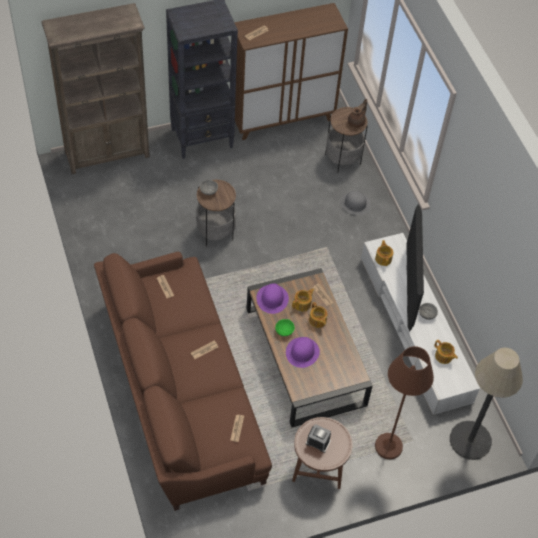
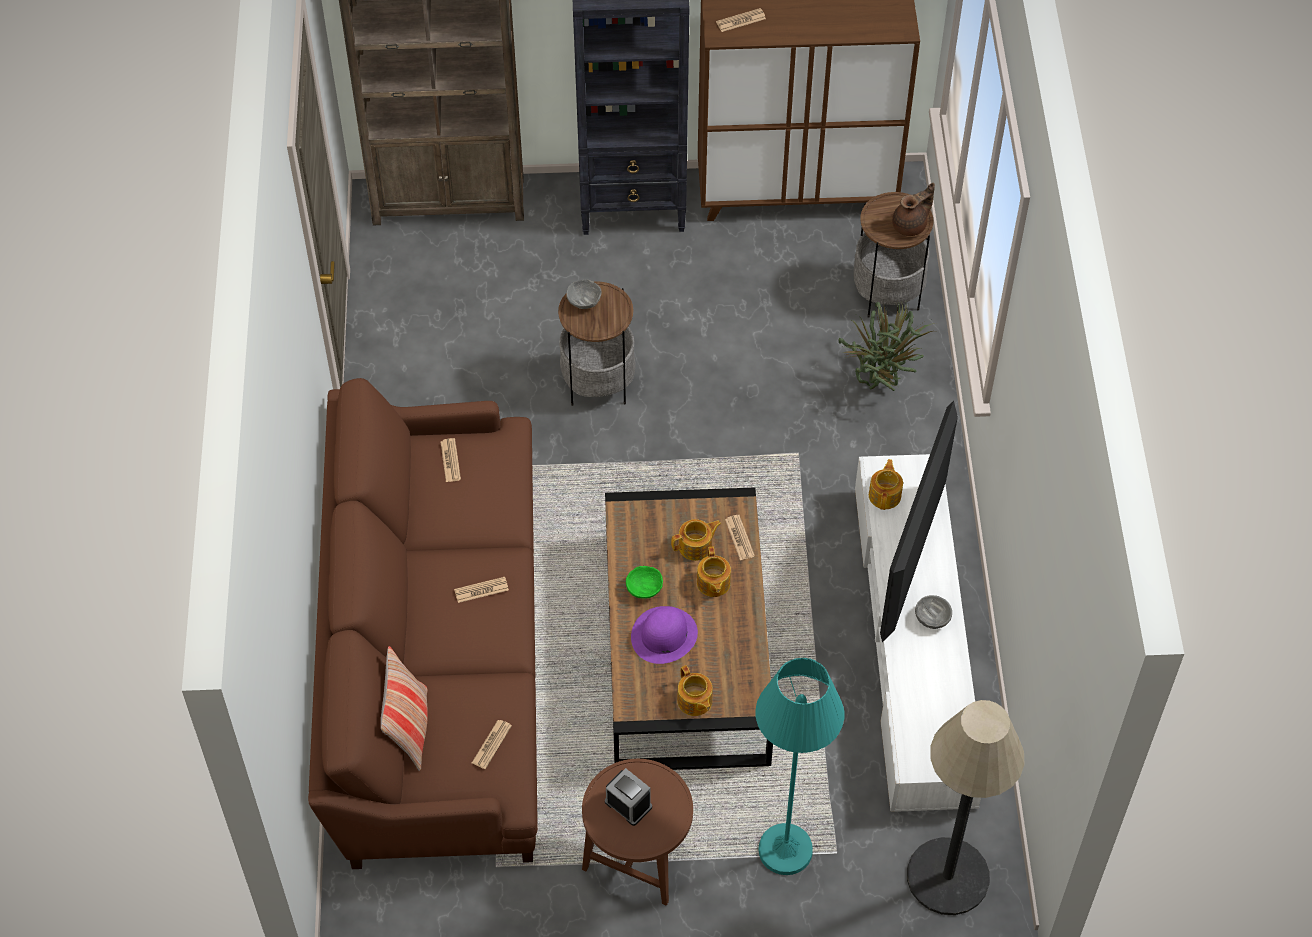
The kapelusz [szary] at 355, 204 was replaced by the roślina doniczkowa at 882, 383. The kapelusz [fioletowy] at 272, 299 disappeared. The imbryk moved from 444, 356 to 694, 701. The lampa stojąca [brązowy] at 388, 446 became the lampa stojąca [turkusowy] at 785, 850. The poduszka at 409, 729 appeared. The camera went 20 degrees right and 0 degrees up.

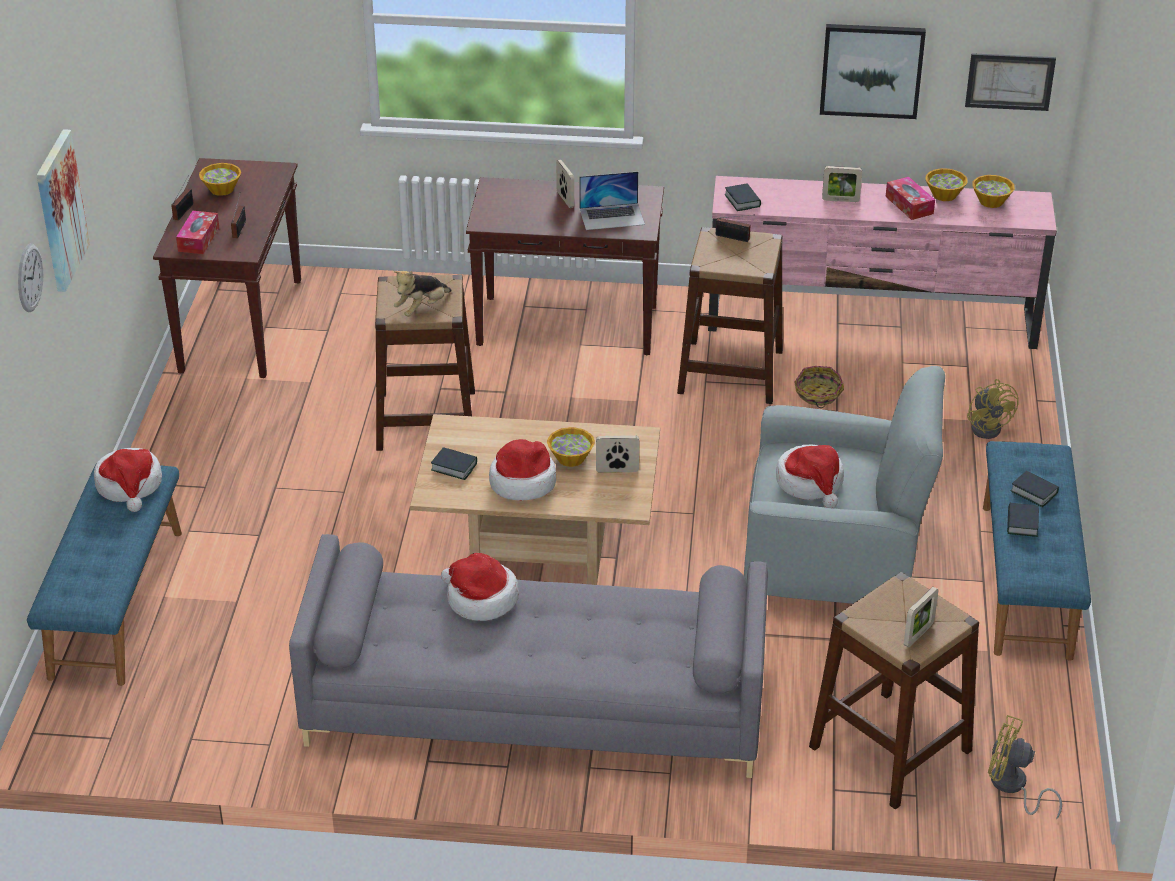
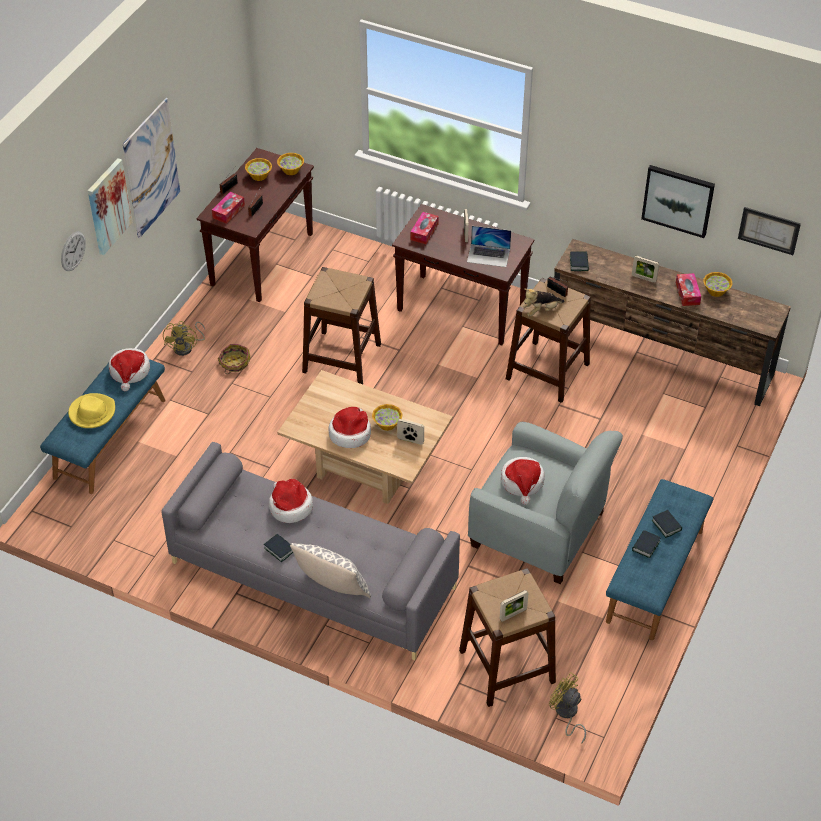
The miska moved from 991, 201 to 291, 170. The szafka pod telewizor [różowy] at 872, 320 became the szafka pod telewizor [brązowy] at 661, 356. The pluszak moved from 422, 308 to 541, 310. The koszyk moved from 818, 395 to 234, 363. The wentylator [żółty] moved from 988, 427 to 186, 347. The książka moved from 454, 467 to 279, 549. The obraz at 151, 168 appeared. The pudełko chusteczek at 424, 232 appeared. The kapelusz [żółty] at 92, 412 appeared. The poduszka at 333, 590 appeared. The camera went 20 degrees right and 10 degrees up.

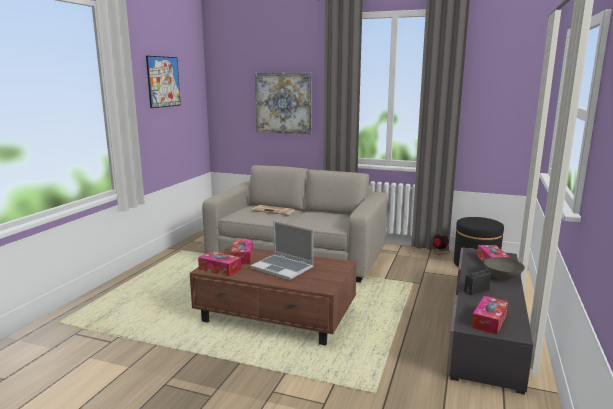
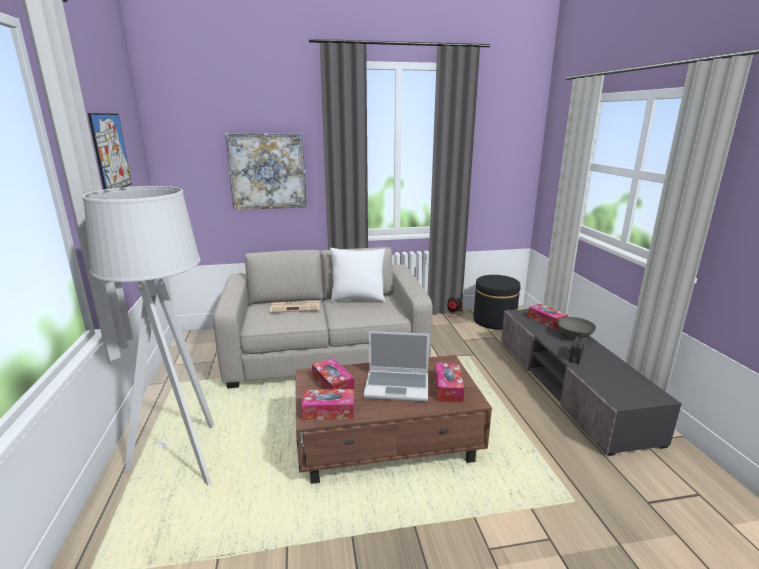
The pudełko chusteczek moved from 489, 321 to 448, 388. The lampa stojąca [szary] at 184, 458 appeared. The poduszka [biały] at 358, 299 appeared. The camera went 30 degrees left and 5 degrees up.

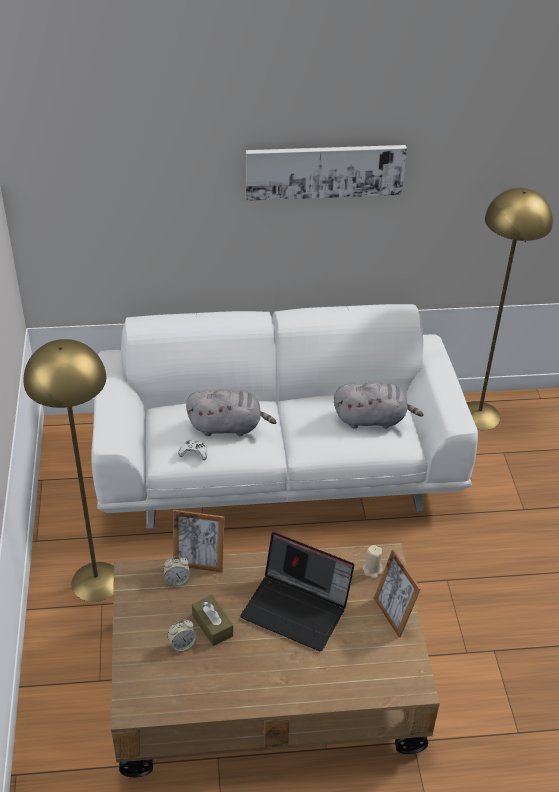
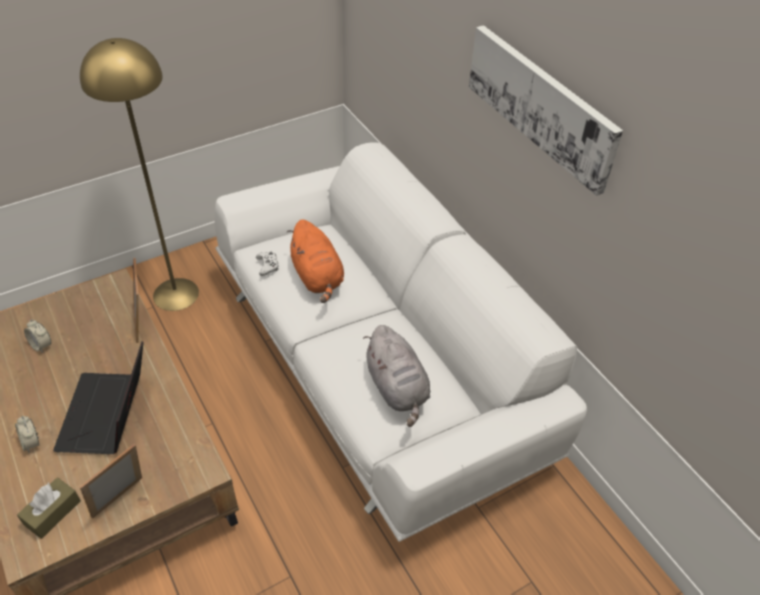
The lampa stojąca [żółty] at 479, 415 disappeared. The pluszak [szary] at 228, 427 became the pluszak [pomarańczowy] at 317, 277. The świeca [beżowy] at 372, 570 disappeared. The budzik moved from 177, 580 to 31, 442. The pudełko chusteczek [brązowy] moved from 212, 626 to 52, 512. The camera went 65 degrees right and 5 degrees up.

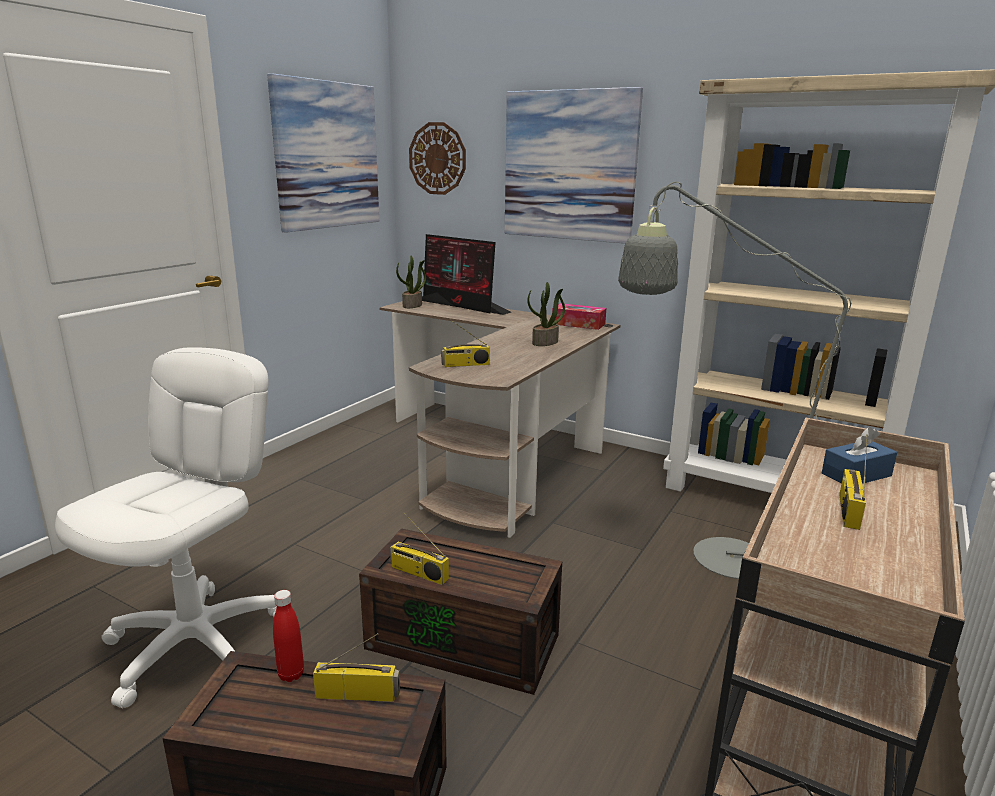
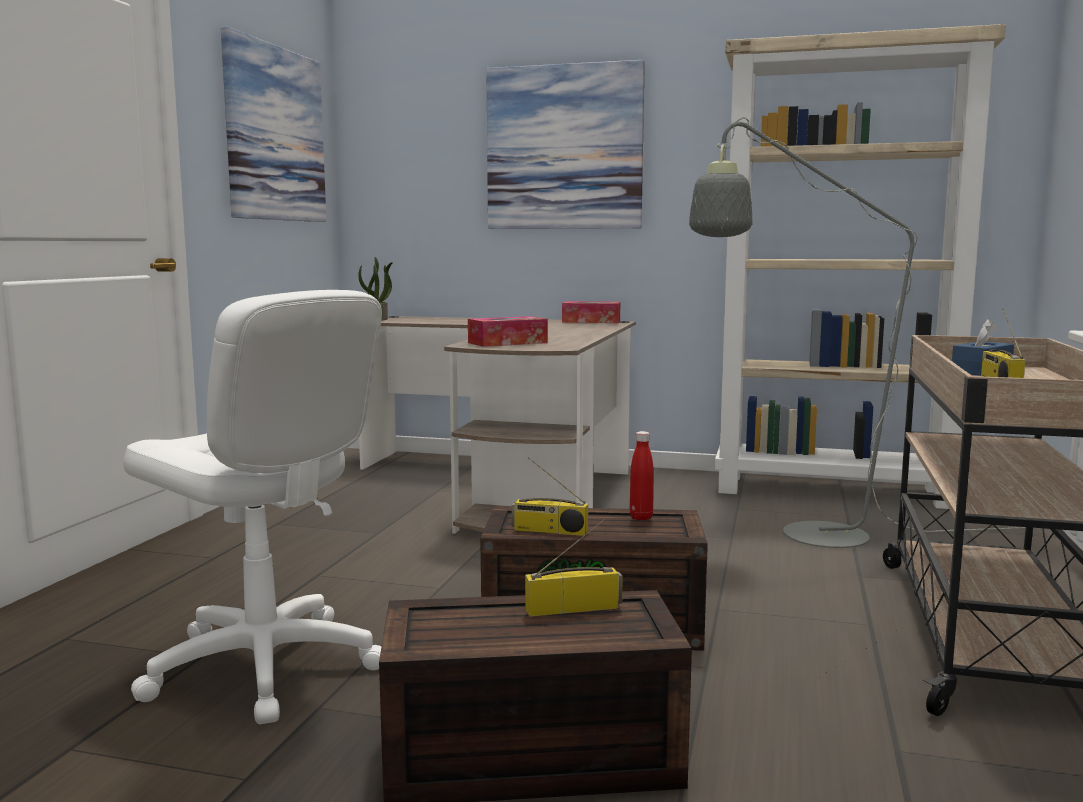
The zegar ścienny at 437, 158 disappeared. The monitor at 461, 306 disappeared. The roślina doniczkowa at 545, 342 disappeared. The radio at 465, 365 was replaced by the pudełko chusteczek at 507, 343. The krzesło biurowe [biały] at 196, 645 turned 120 degrees clockwise. The butelka [czerwony] moved from 291, 674 to 641, 517. The camera went 15 degrees left and 10 degrees down.

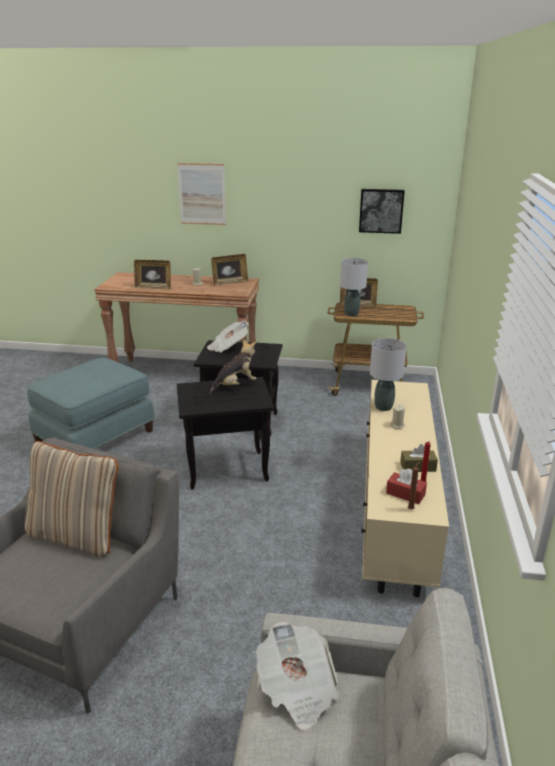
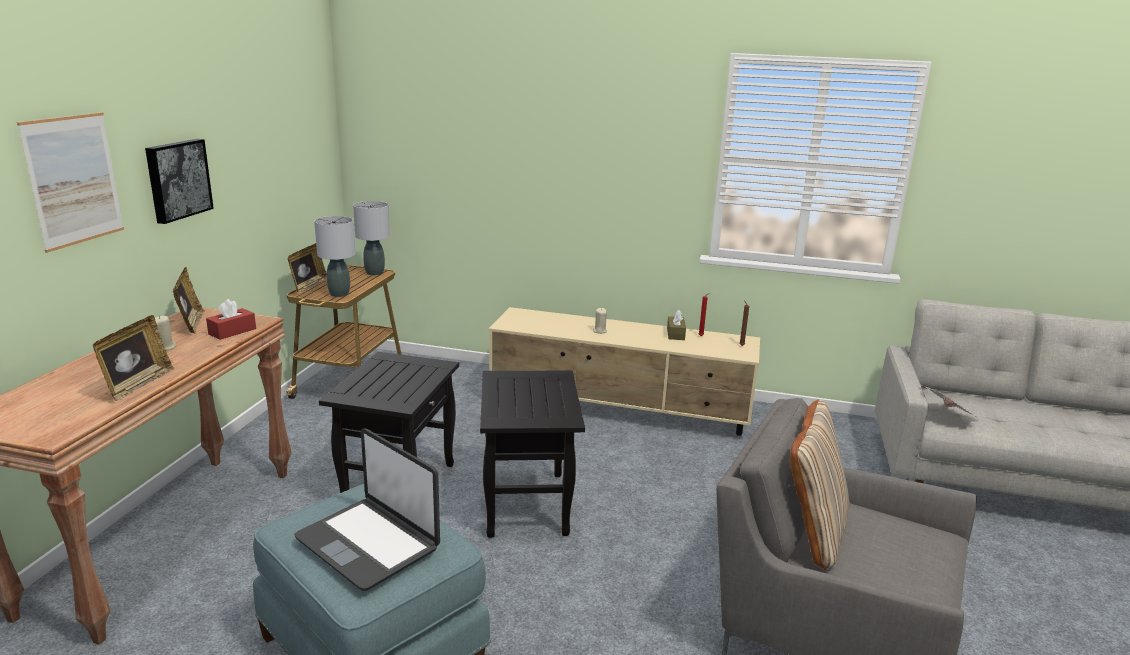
The obraz moved from 381, 210 to 177, 179. The gazeta at 228, 347 disappeared. The lampa stołowa [szary] moved from 383, 407 to 374, 273. The pluszak at 235, 385 disappeared. The pudełko chusteczek [czerwony] moved from 405, 494 to 232, 331. The laptop at 369, 543 appeared. The camera went 85 degrees left and 5 degrees down.

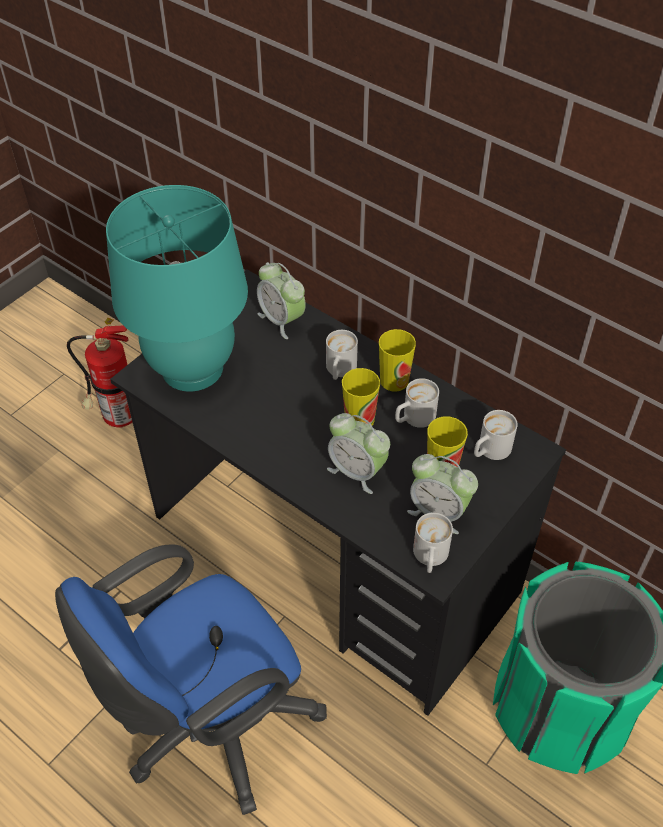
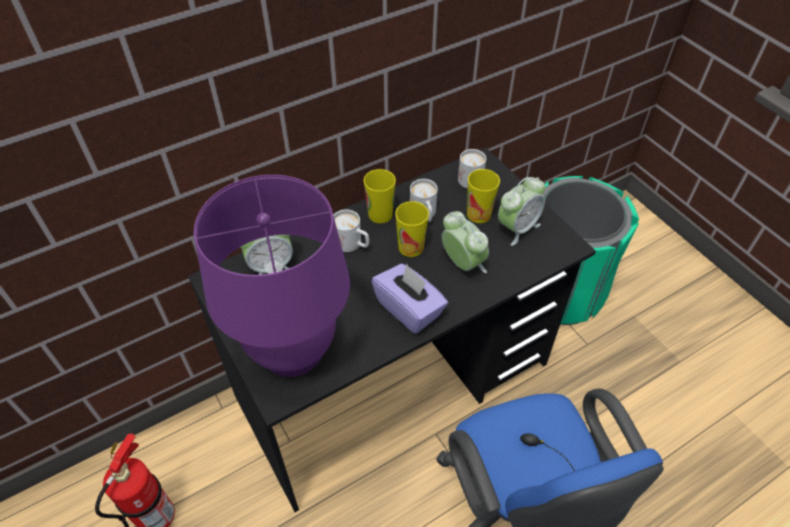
The lampa stołowa [turkusowy] at 192, 368 became the lampa stołowa [fioletowy] at 292, 349. The budzik at 357, 471 turned 90 degrees counterclockwise. The kubek [biały] at 430, 558 disappeared. The pudełko chusteczek [fioletowy] at 409, 309 appeared. The camera went 70 degrees left and 0 degrees up.

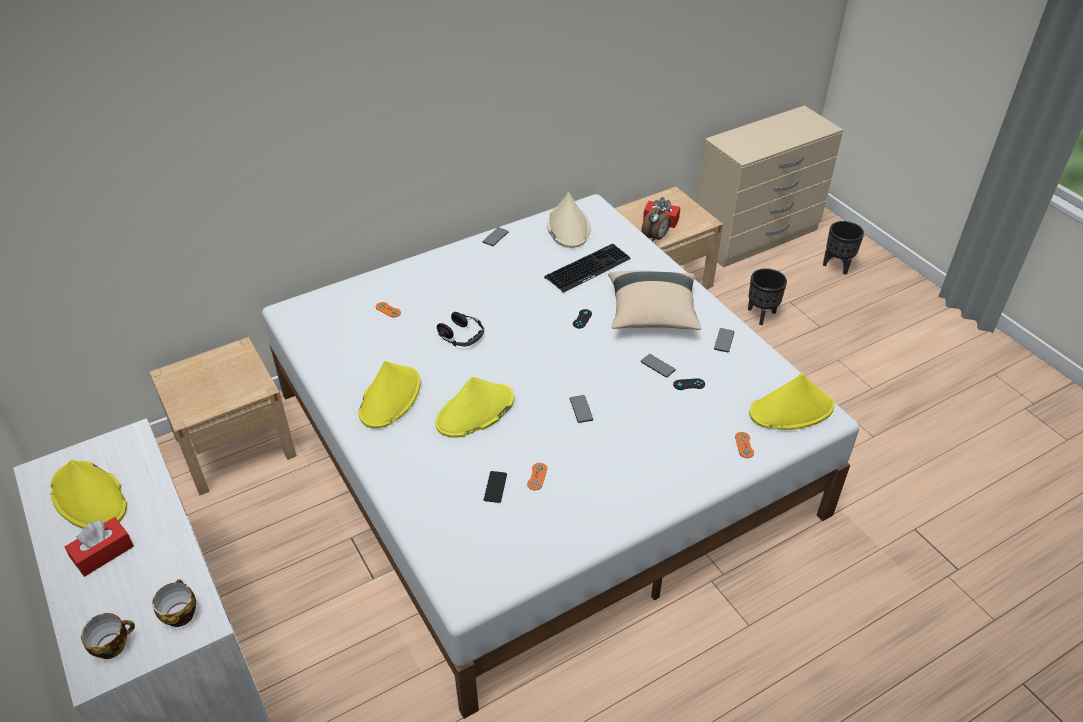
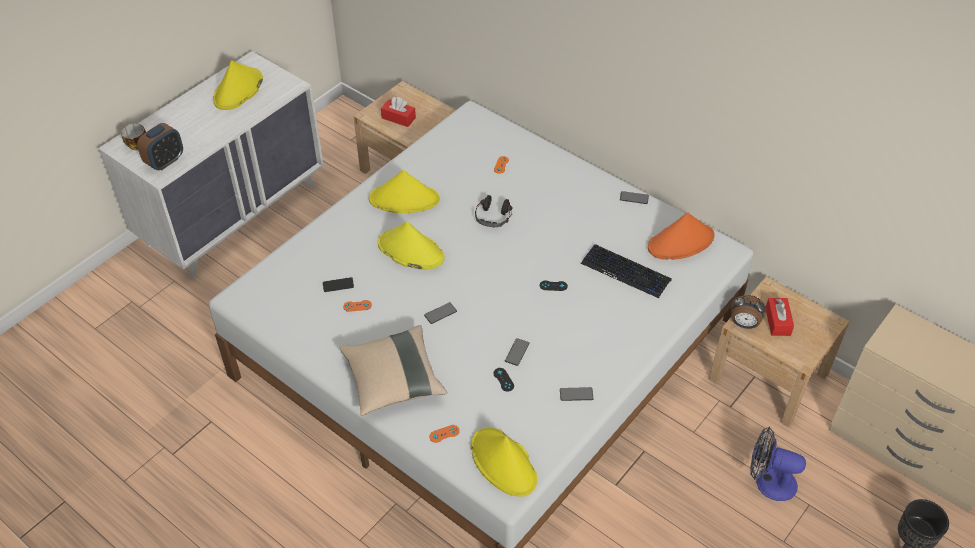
The kapelusz [beżowy] at 568, 227 became the kapelusz [pomarańczowy] at 681, 242. The donica [czarny] at 761, 315 was replaced by the wentylator at 768, 481. The poduszka [beżowy] moved from 652, 314 to 393, 380. The pudełko chusteczek [czerwony] moved from 103, 553 to 398, 118. The filiżanka at 179, 613 was replaced by the budzik at 165, 161. The camera went 70 degrees right and 5 degrees up.

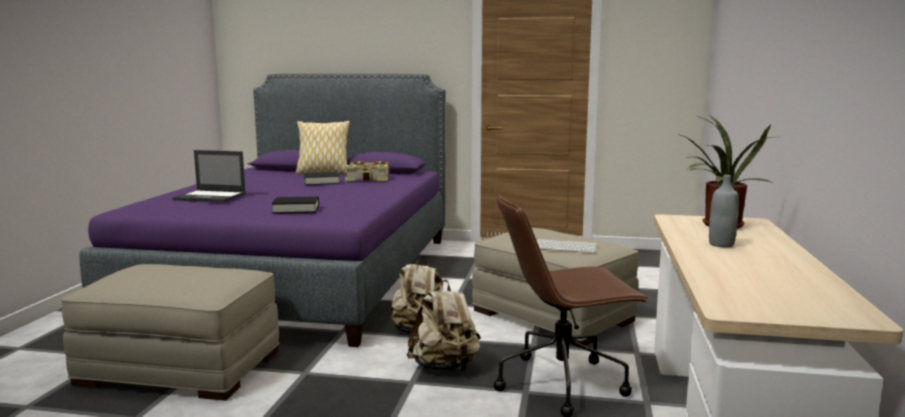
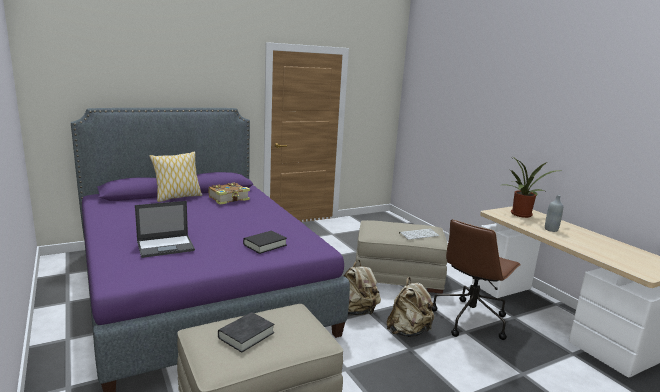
The książka [czarny] moved from 321, 182 to 246, 335. The camera went 40 degrees left and 5 degrees up.

